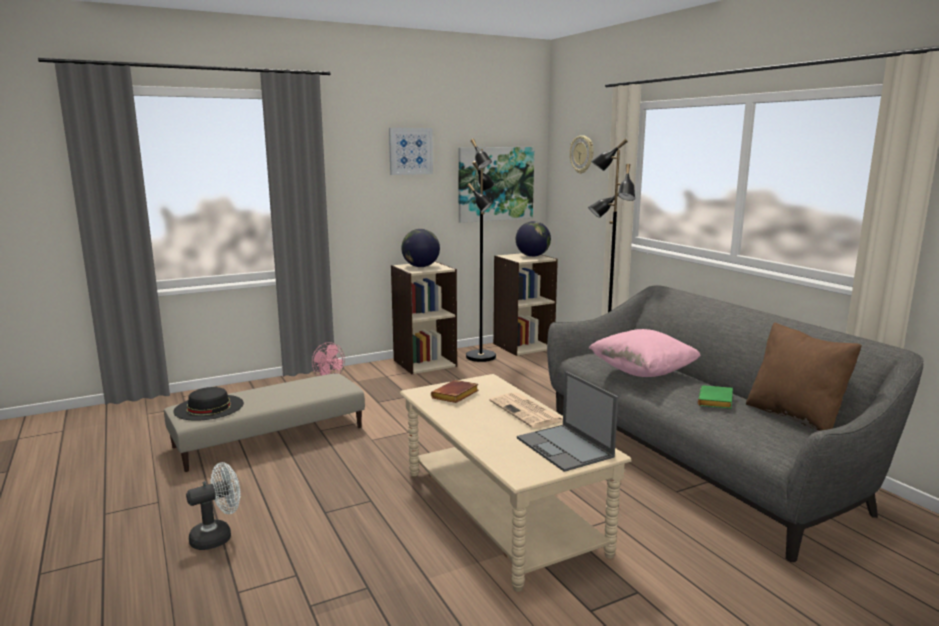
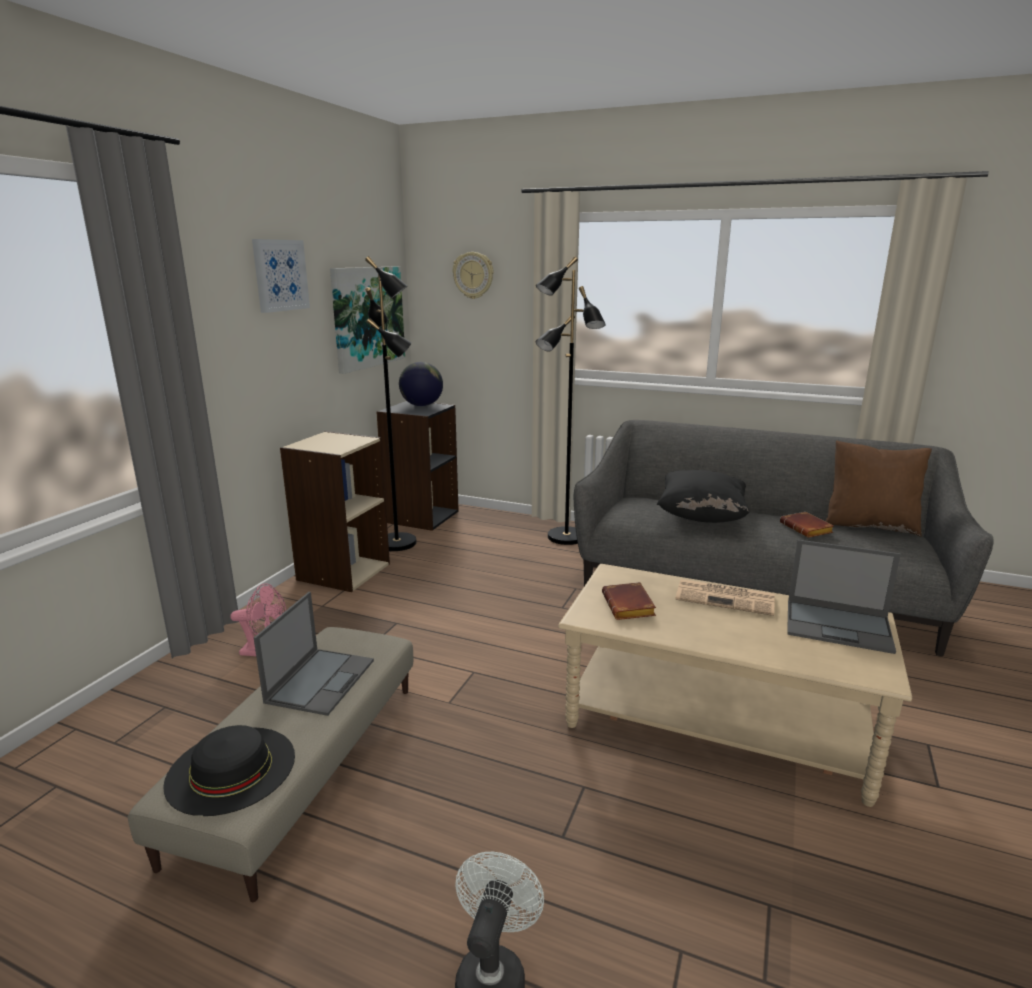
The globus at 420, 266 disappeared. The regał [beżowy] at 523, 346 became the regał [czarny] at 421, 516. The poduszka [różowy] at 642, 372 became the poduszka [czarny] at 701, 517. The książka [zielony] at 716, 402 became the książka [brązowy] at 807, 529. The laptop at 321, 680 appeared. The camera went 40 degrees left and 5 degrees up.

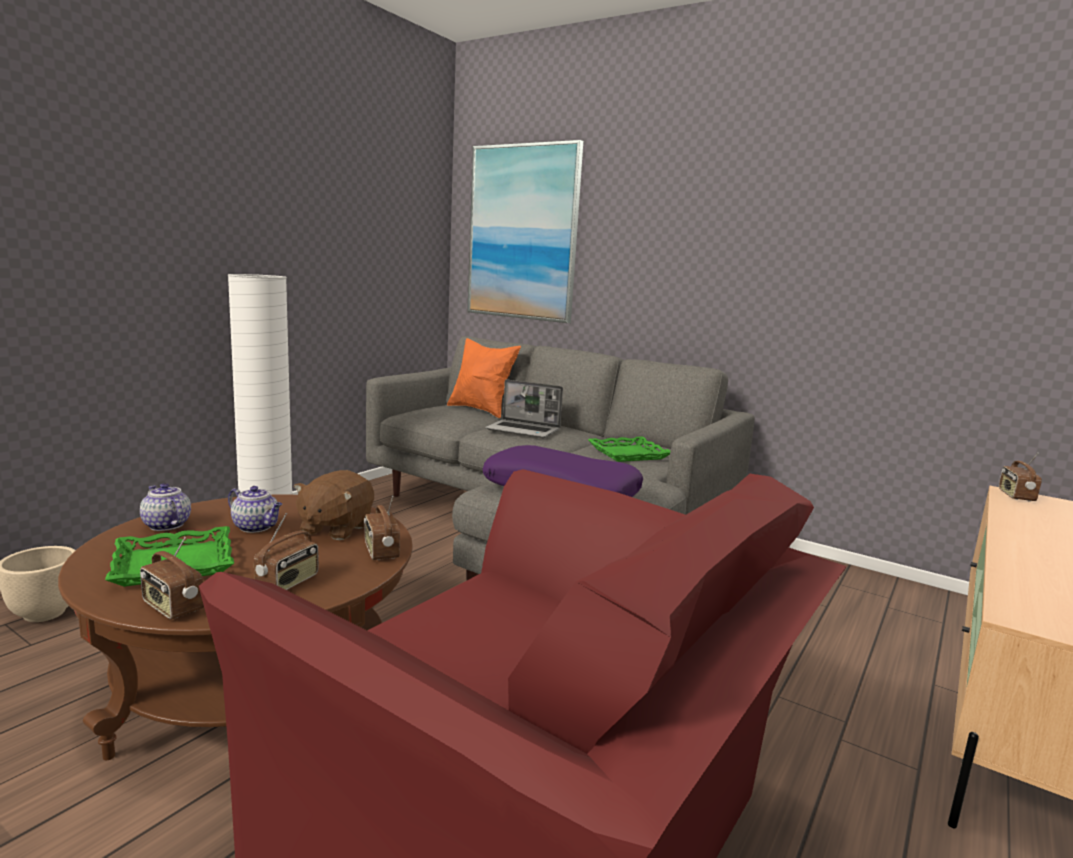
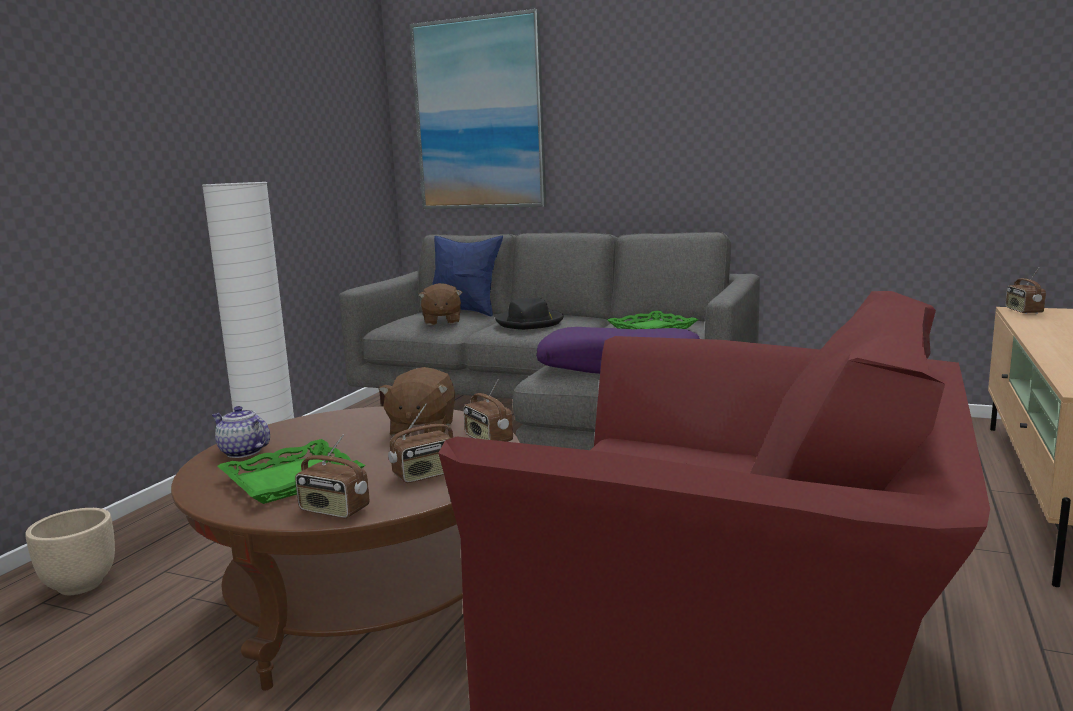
The poduszka [pomarańczowy] at 481, 410 became the poduszka [niebieski] at 465, 312. The laptop at 524, 430 was replaced by the kapelusz [czarny] at 530, 323. The imbryk at 257, 527 disappeared. The radio at 288, 583 turned 45 degrees clockwise. The pluszak [brązowy] at 441, 321 appeared. The camera went 10 degrees left and 0 degrees up.

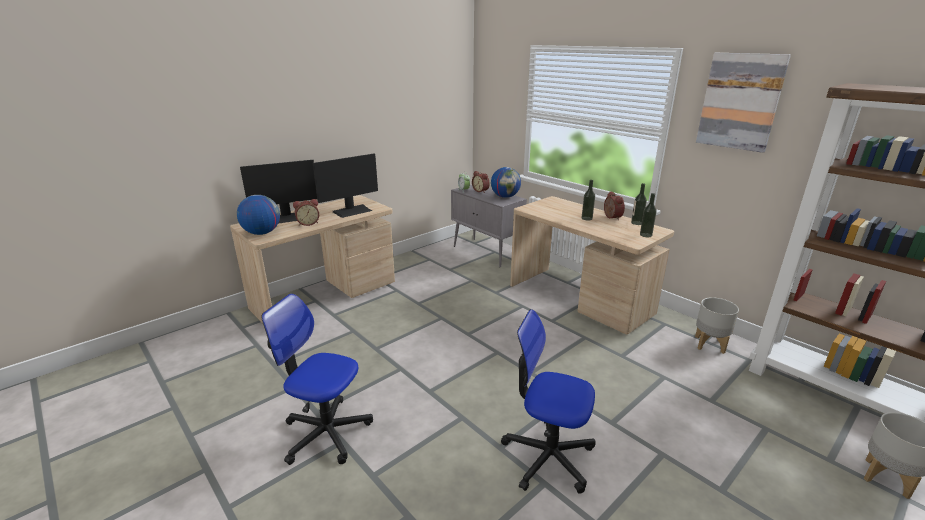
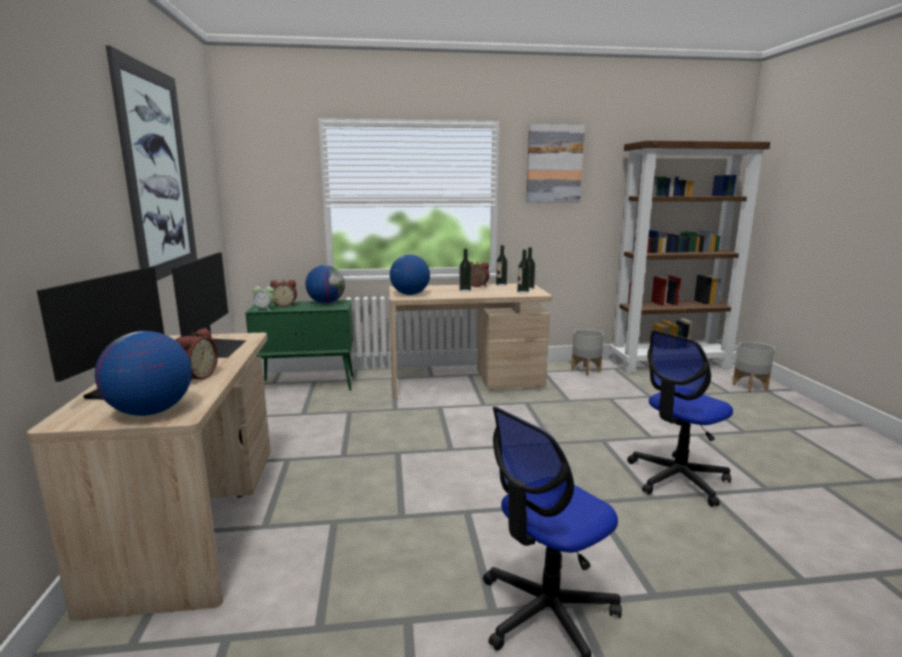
The szafka [szary] at 487, 252 became the szafka [zielony] at 308, 385. The obraz at 158, 173 appeared. The butelka at 523, 292 appeared. The globus at 410, 294 appeared. The camera went 55 degrees left and 10 degrees down.

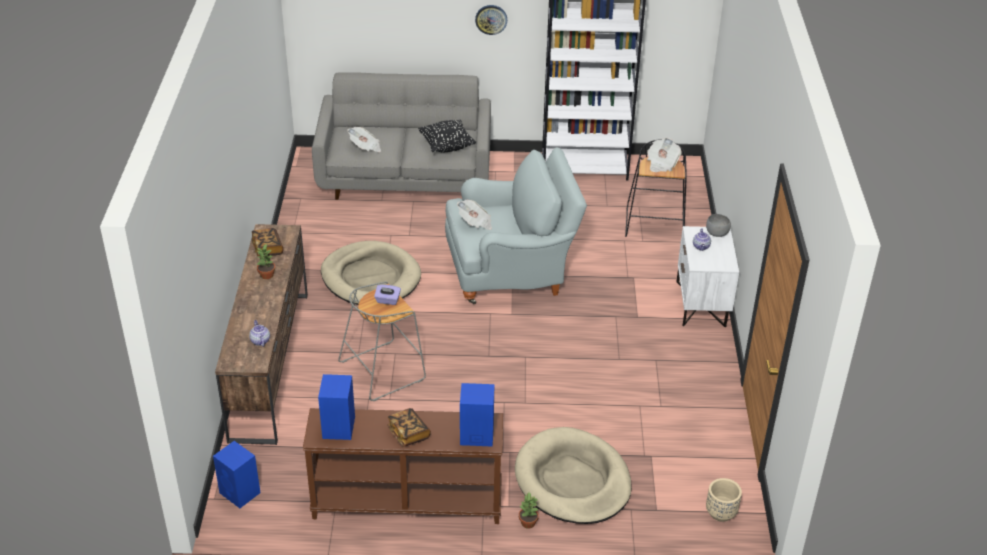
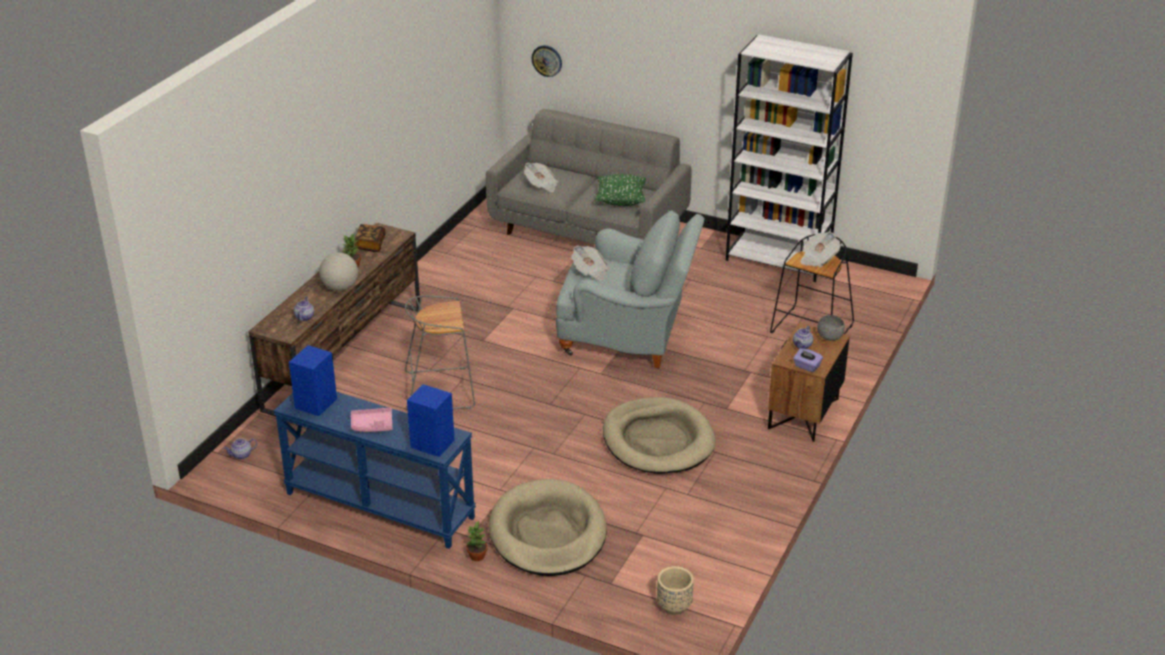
The zegar ścienny moved from 491, 19 to 547, 60. The poduszka [czarny] at 447, 146 became the poduszka [zielony] at 620, 201. The szafka nocna [biały] at 701, 304 became the szafka nocna [brązowy] at 804, 414. The legowisko [beżowy] moved from 371, 278 to 658, 440. The pudełko chusteczek [fioletowy] moved from 387, 300 to 807, 366. The stolik konsolowy [brązowy] at 406, 503 became the stolik konsolowy [niebieski] at 378, 506. The książka at 408, 434 was replaced by the taca [różowy] at 372, 425. The głośnik [niebieski] at 240, 493 was replaced by the imbryk at 242, 455. The globus at 340, 288 appeared. The camera went 25 degrees right and 5 degrees down.

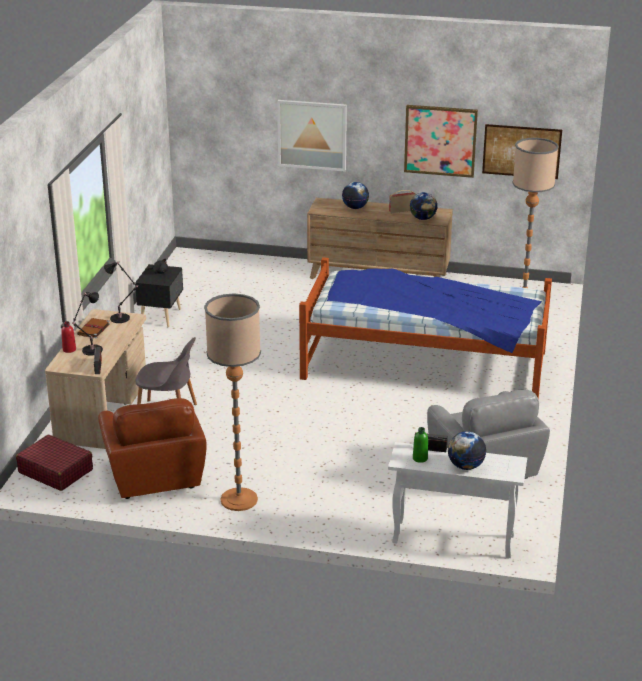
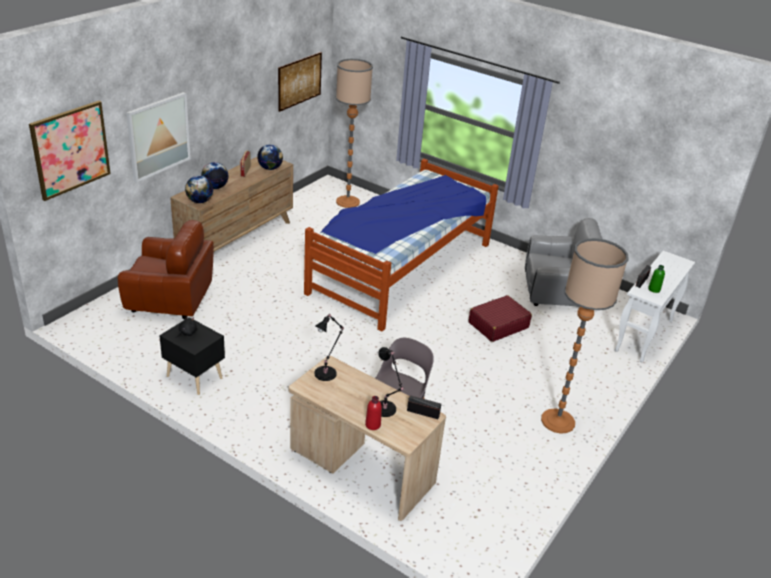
The obraz moved from 440, 140 to 70, 149. The książka [brązowy] at 93, 329 disappeared. The fotel [brązowy] moved from 154, 476 to 170, 299. The globus moved from 465, 466 to 199, 201. The walizka [czerwony] moved from 55, 471 to 498, 325. The camera went 70 degrees left and 5 degrees up.

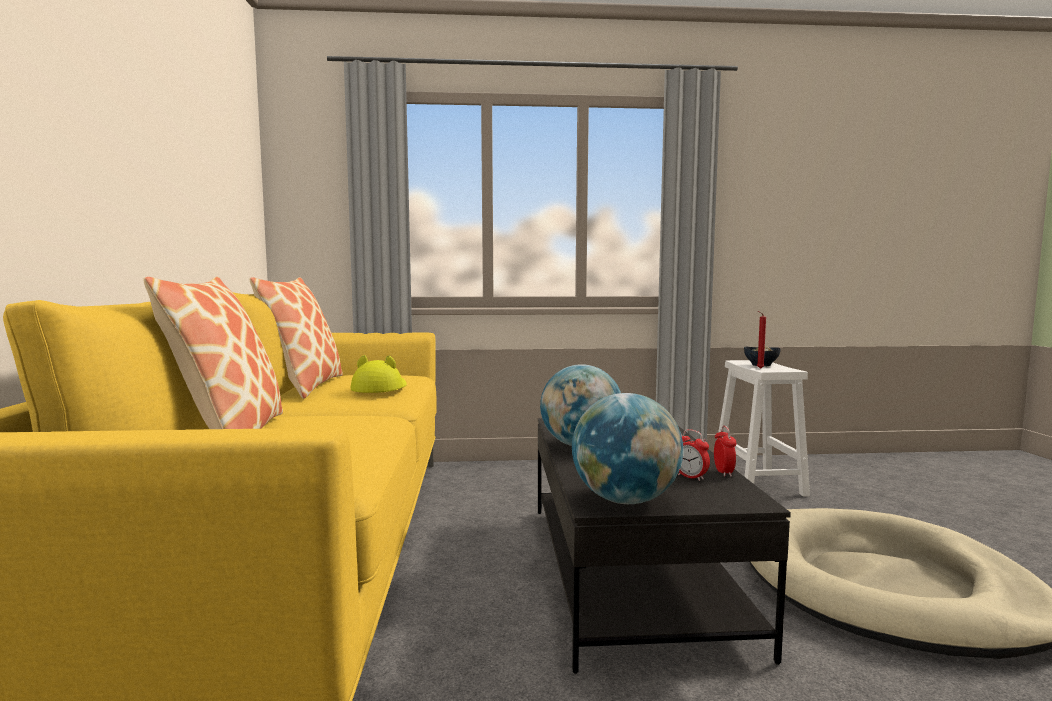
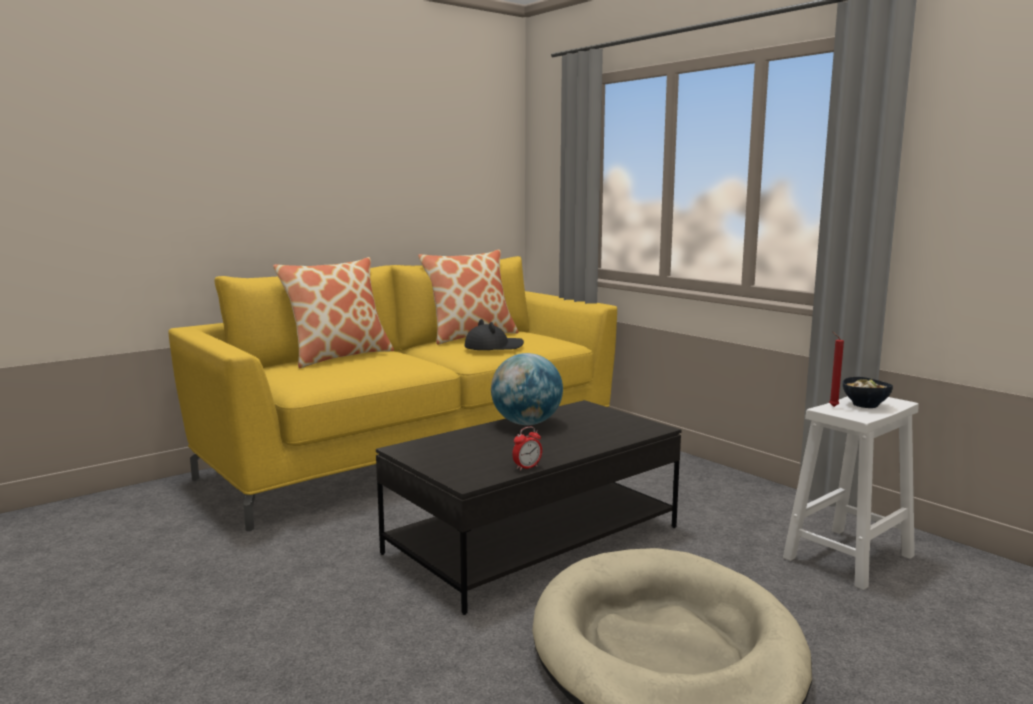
The kapelusz [żółty] at 380, 388 became the kapelusz [czarny] at 493, 347. The globus at 625, 500 disappeared. The budzik at 690, 477 disappeared. The camera went 55 degrees right and 5 degrees up.

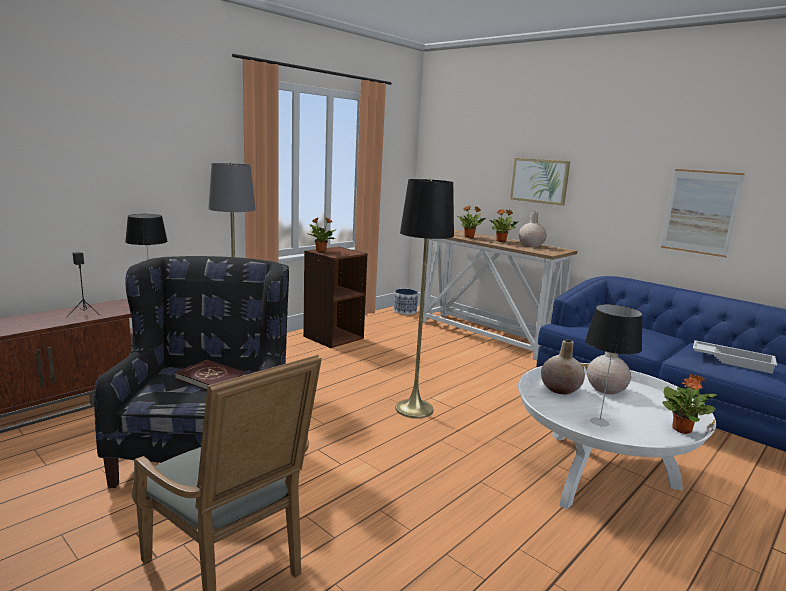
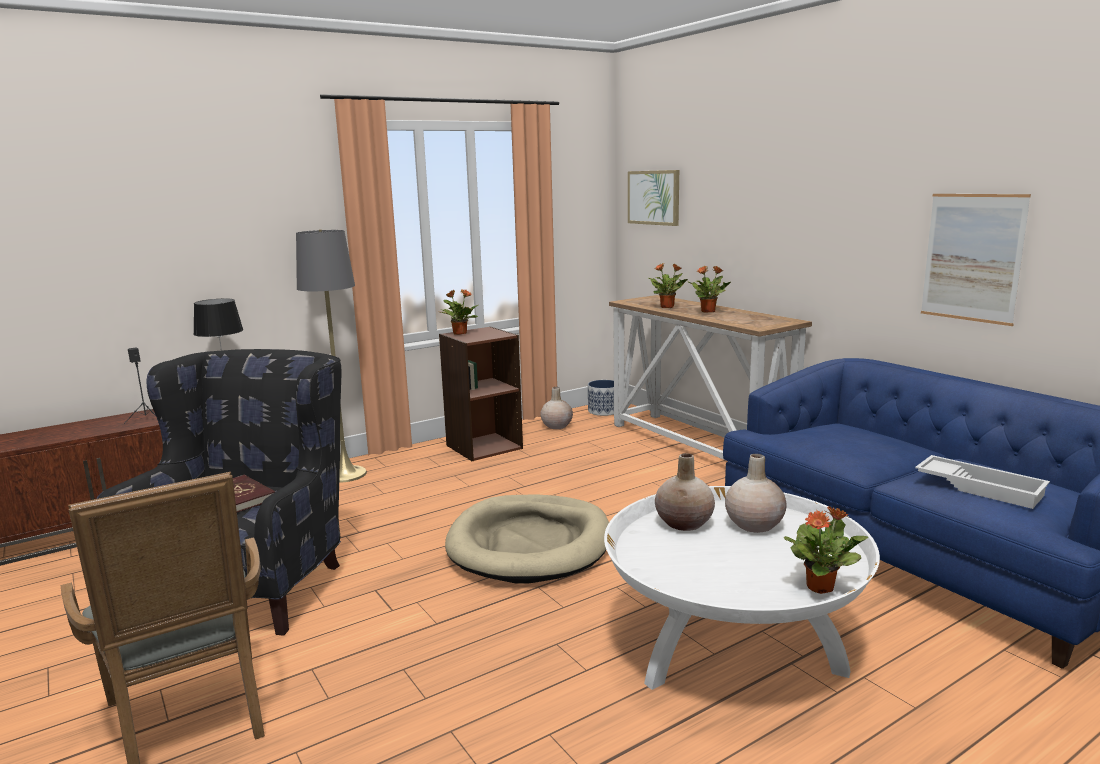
The obraz moved from 539, 181 to 654, 197. The lampa stojąca [czarny] at 414, 409 was replaced by the legowisko [beżowy] at 530, 544. The wazon [beżowy] moved from 530, 245 to 556, 426. The lampa stołowa at 599, 422 disappeared. The camera went 15 degrees right and 0 degrees up.

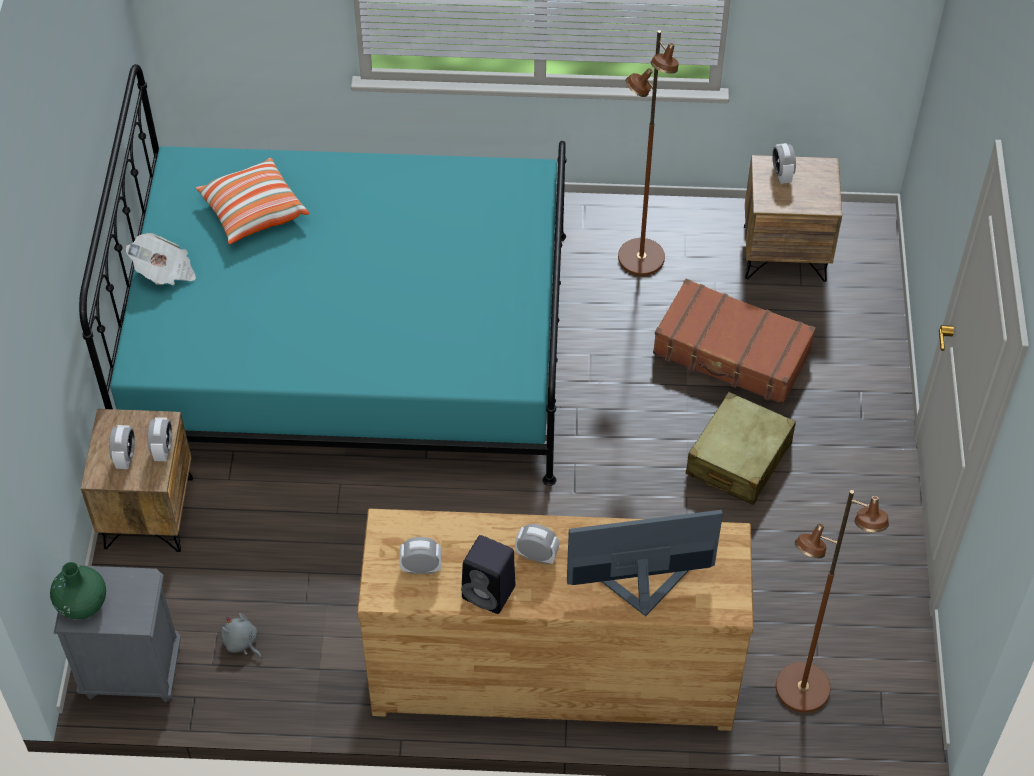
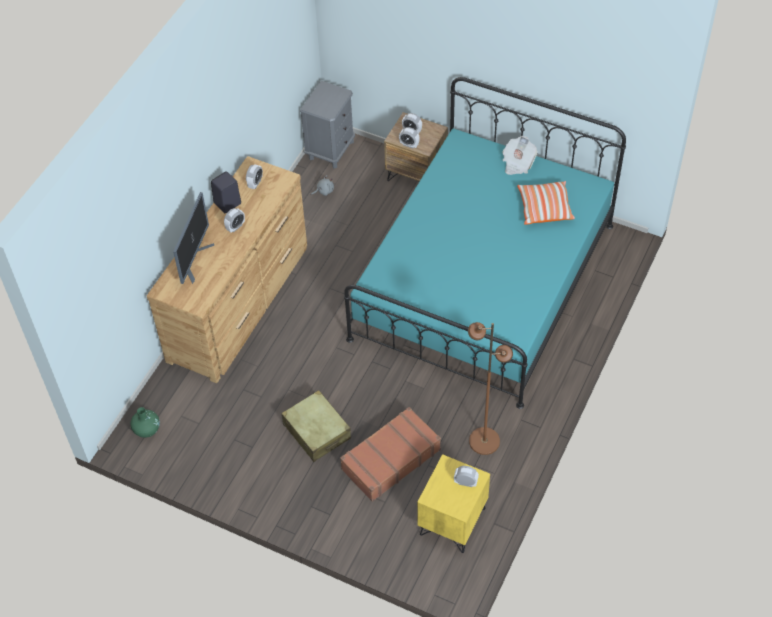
The szafka nocna [brązowy] at 784, 253 became the szafka nocna [żółty] at 453, 522. The lampa stojąca [brązowy] at 802, 689 disappeared. The wazon [zielony] moved from 82, 604 to 147, 429. The camera went 115 degrees right and 0 degrees up.

